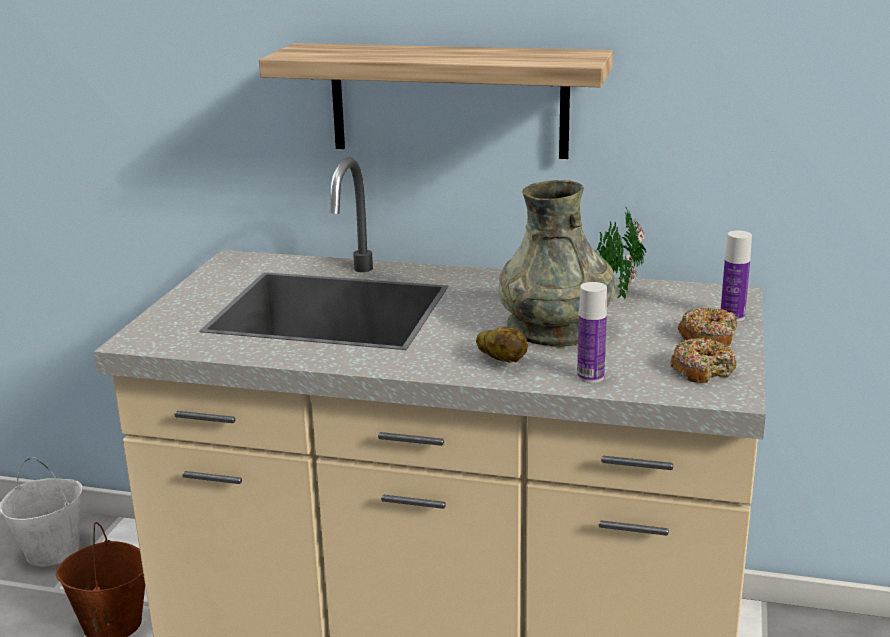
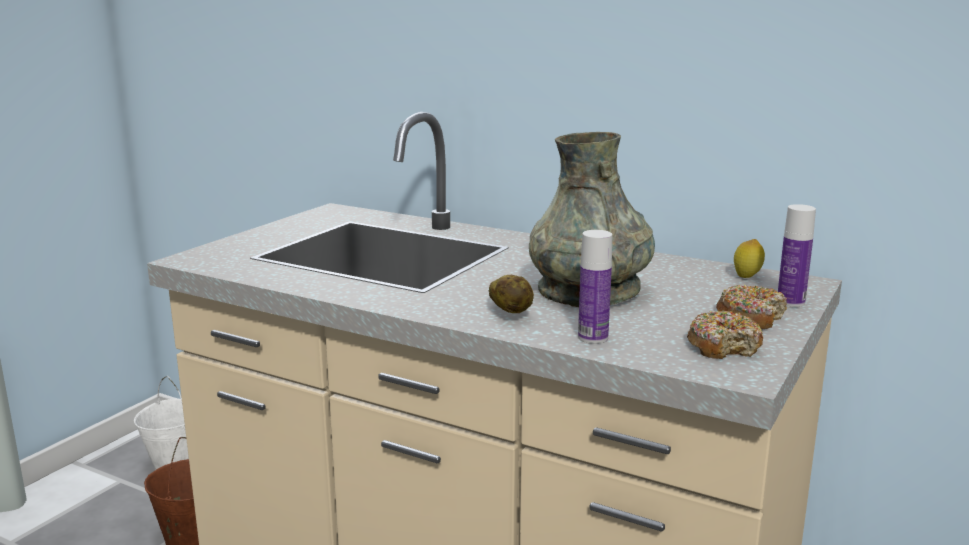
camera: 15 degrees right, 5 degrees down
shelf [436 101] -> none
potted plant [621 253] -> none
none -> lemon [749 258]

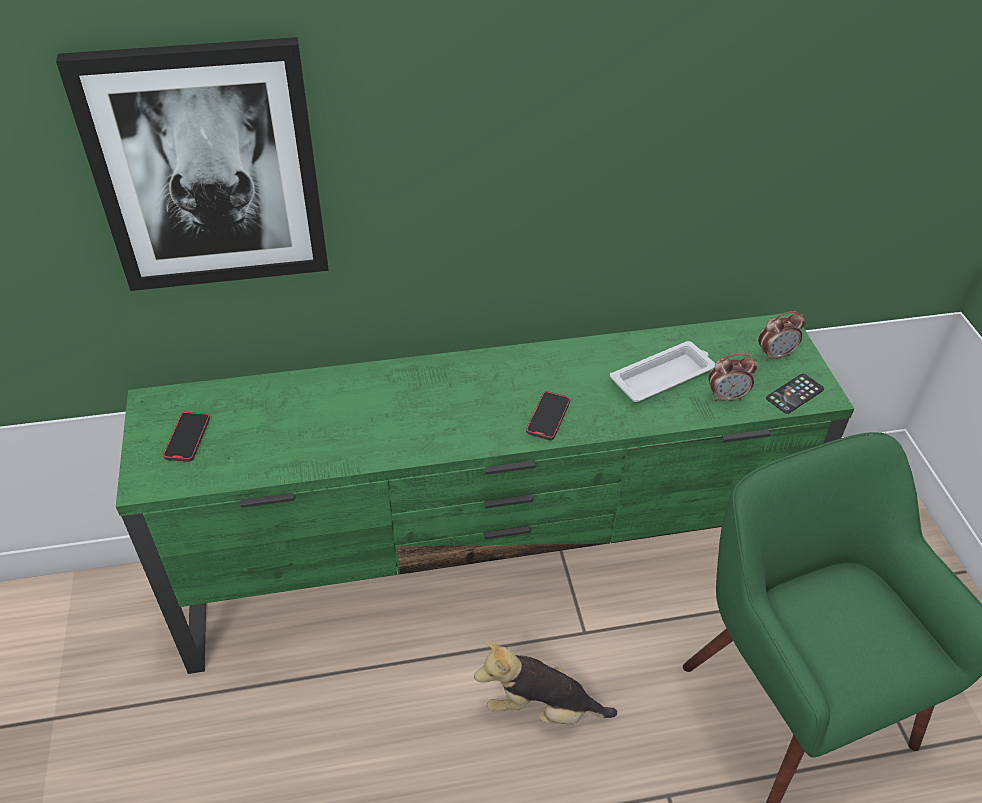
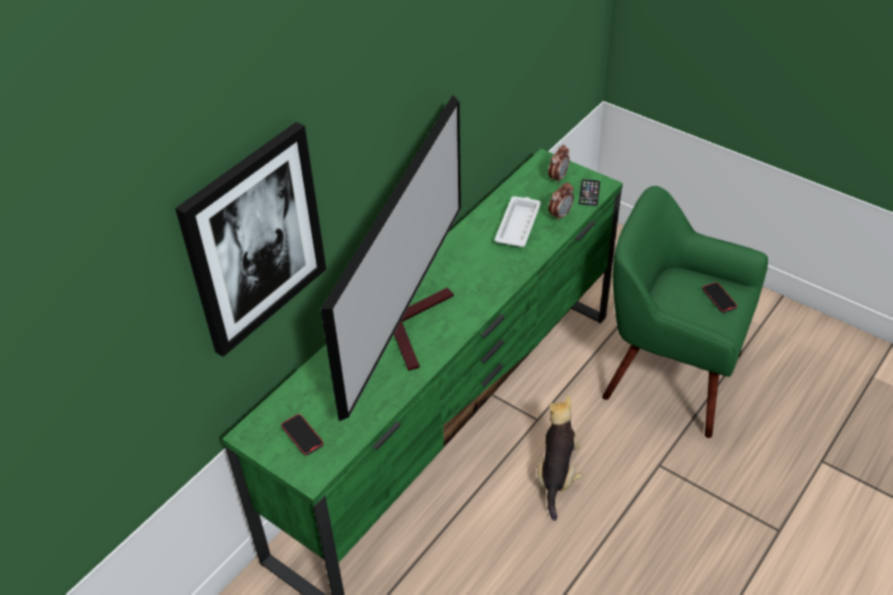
camera: 40 degrees left, 0 degrees up
plush toy [545 682] -> plush toy [560 458], 135 degrees clockwise
phone [548 415] -> phone [719 297], moved
none -> television [391 258]

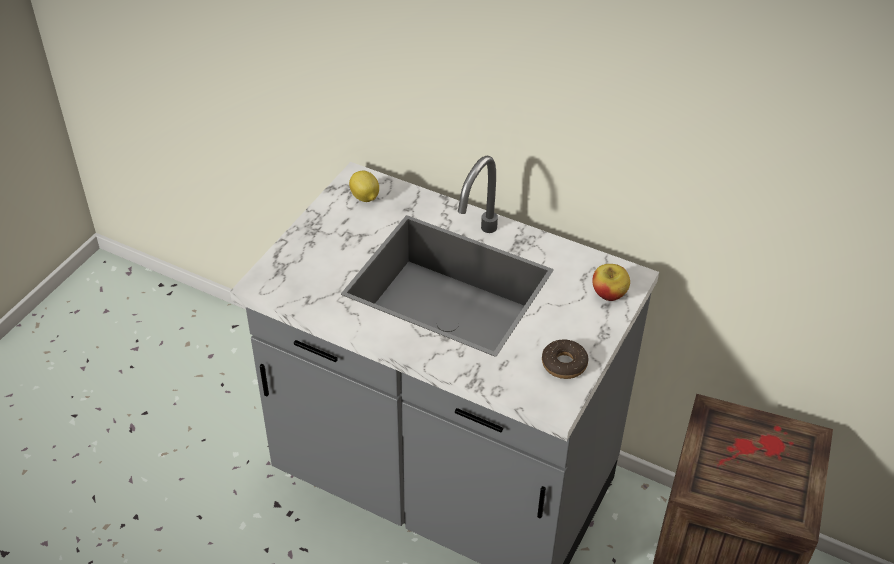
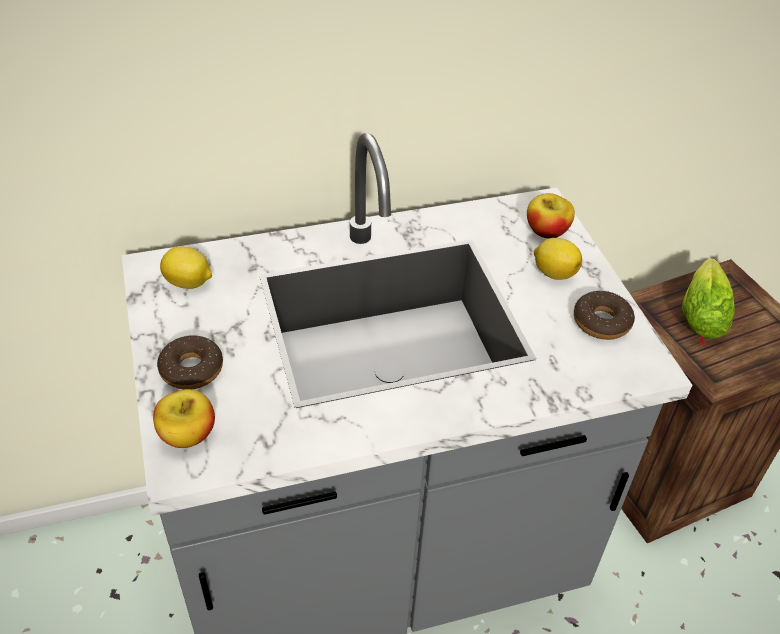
camera: 45 degrees left, 0 degrees up
none -> apple [184 418]
none -> donut [190 362]
none -> lemon [558 259]
none -> lettuce [708 298]

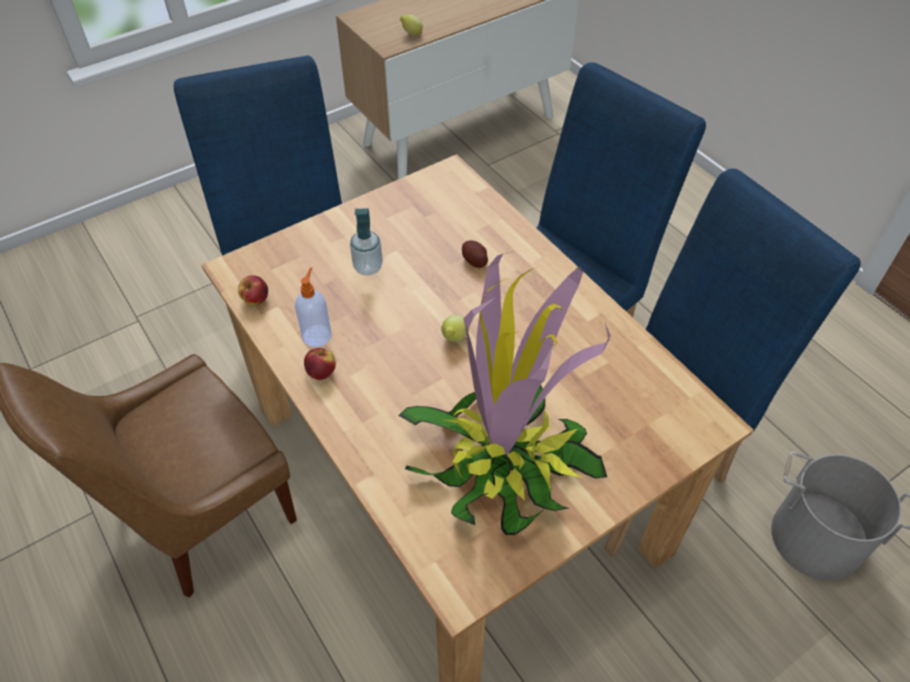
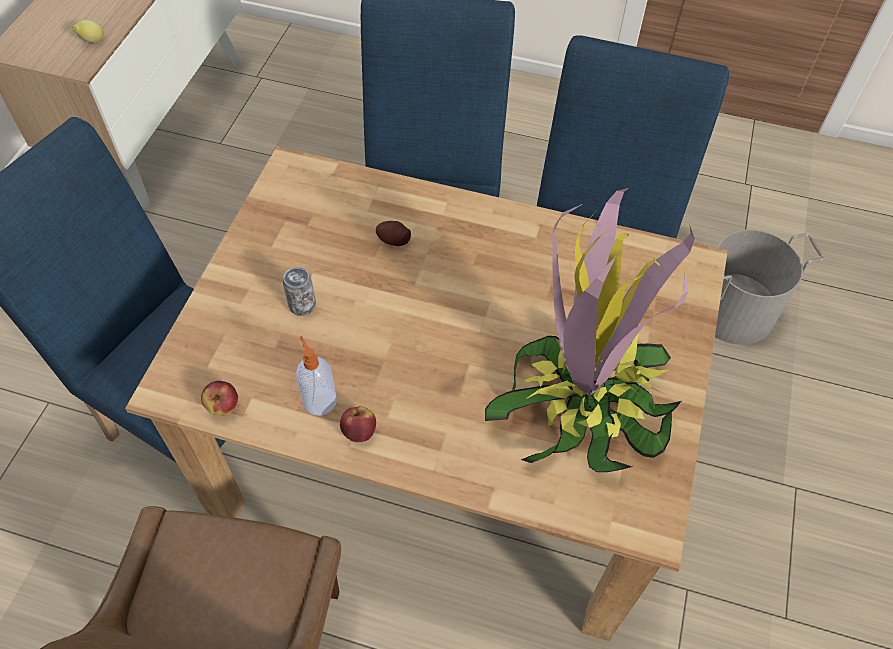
camera: 40 degrees left, 5 degrees up
soap dispenser [366 242] -> can [299 291]
lemon [455 328] -> none

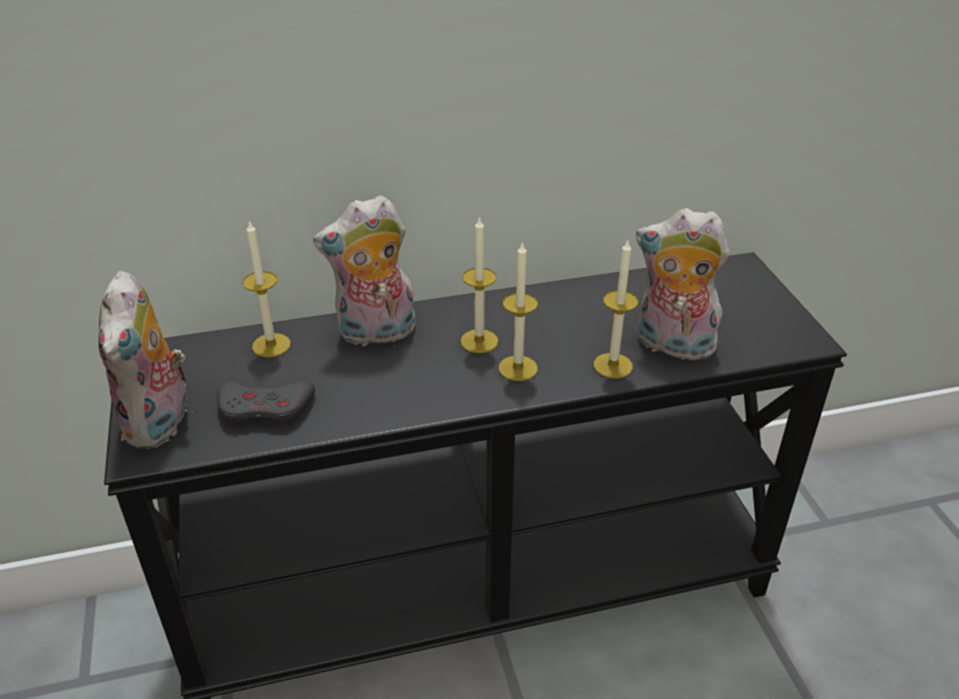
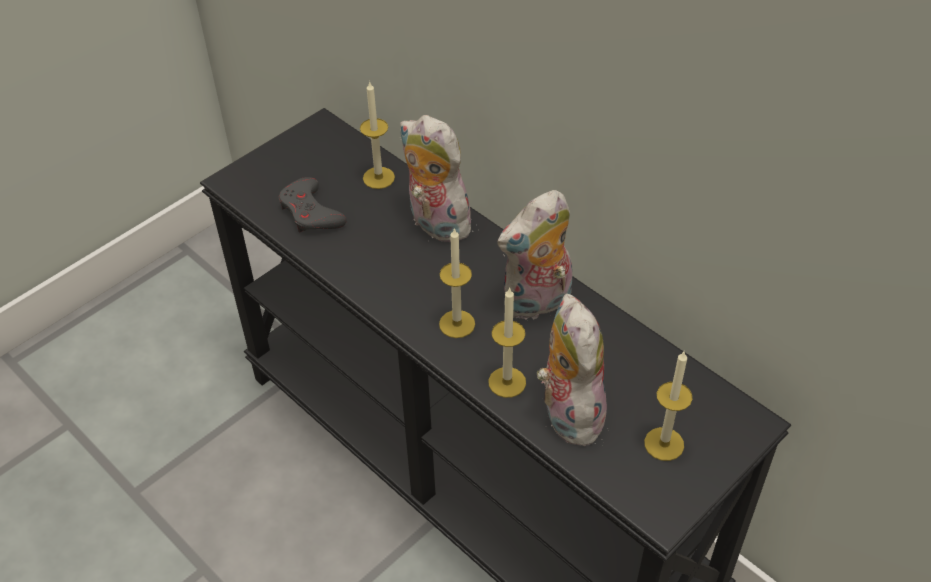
camera: 60 degrees right, 10 degrees up
plush toy [145 360] -> plush toy [534 255], moved
candle [479 284] -> candle [668 405], moved

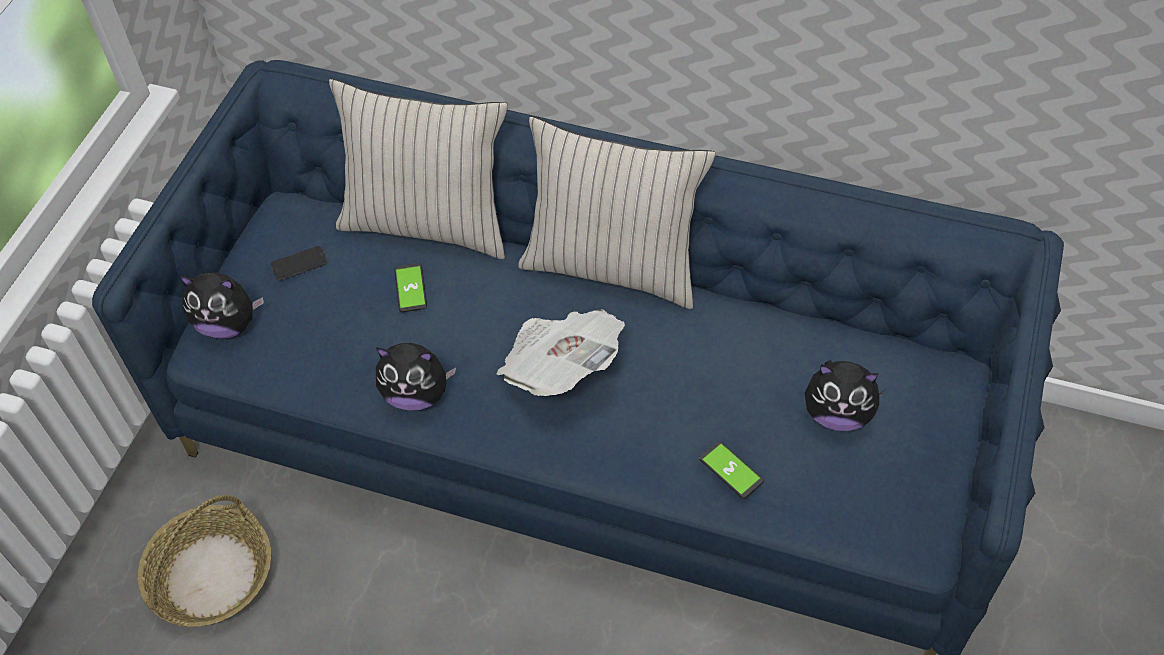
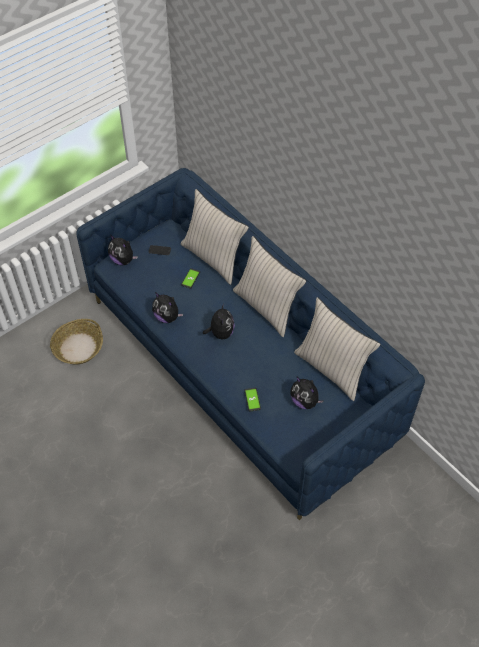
camera: 30 degrees right, 0 degrees up
newspaper [560 353] -> plush toy [219 322]
none -> beige pillow [337 349]

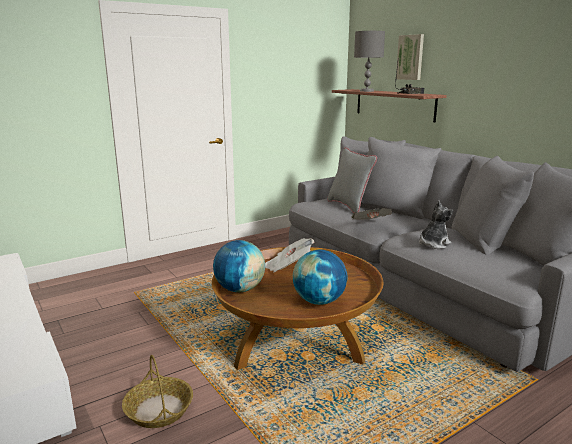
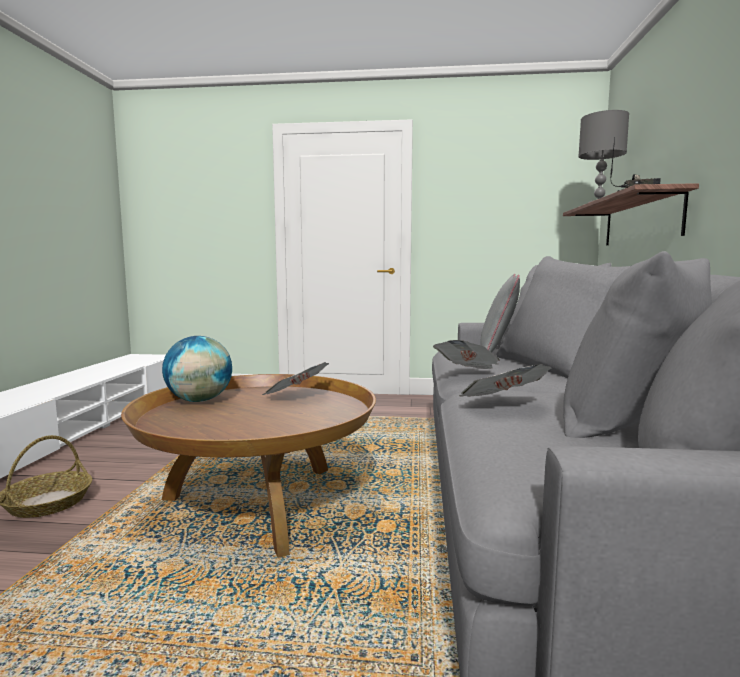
camera: 40 degrees right, 10 degrees down
globe [320 277] -> none
picture [410 57] -> none
plush toy [436 224] -> newspaper [505 380]

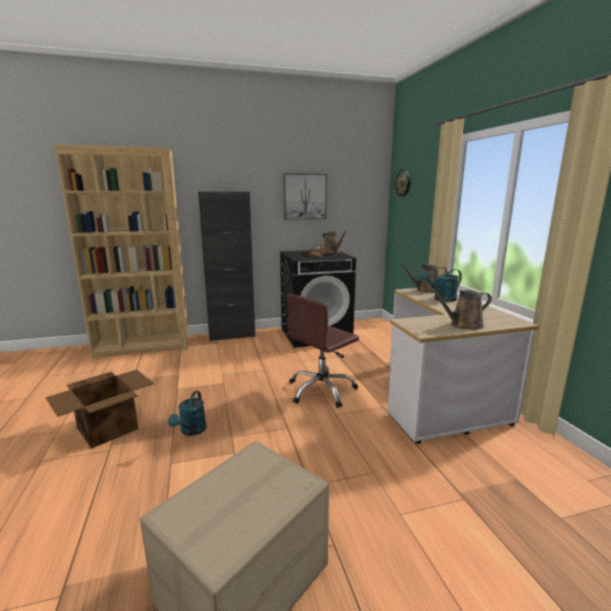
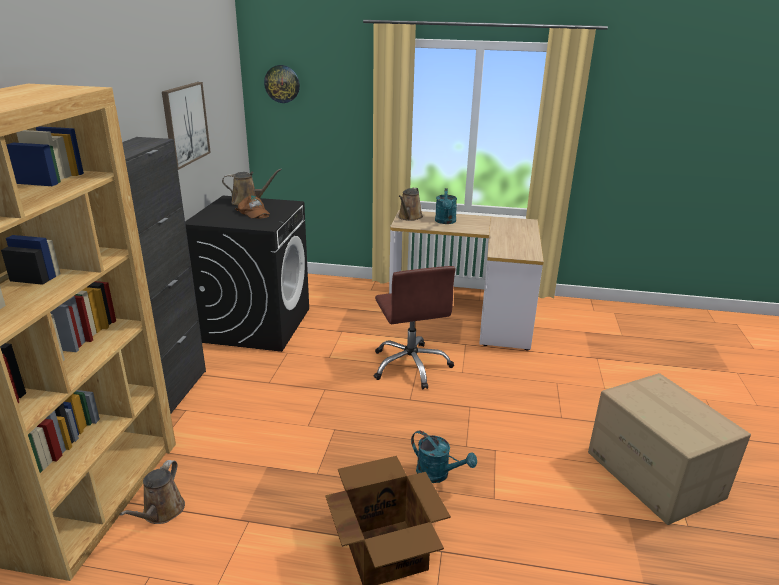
camera: 65 degrees left, 10 degrees up
brown watering can [461 309] -> brown watering can [152 492], moved

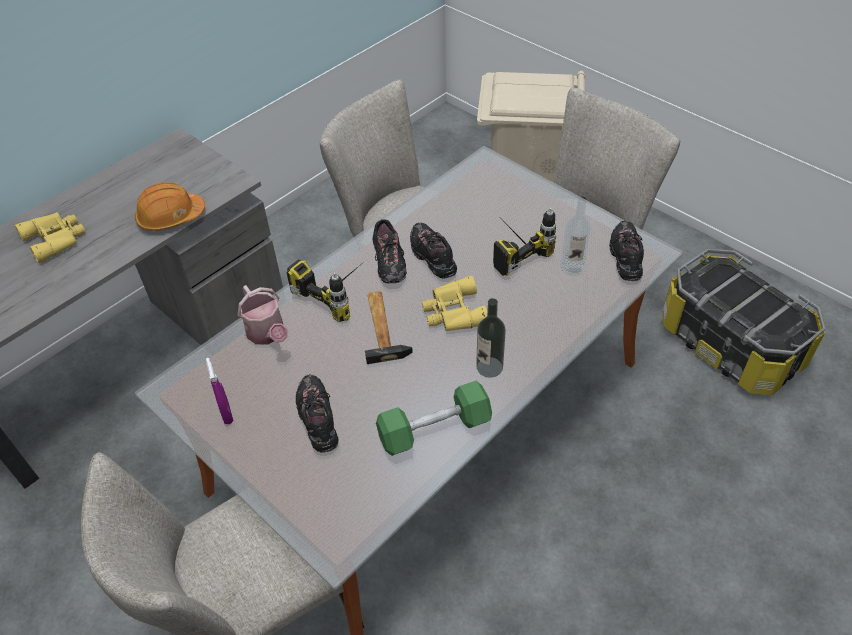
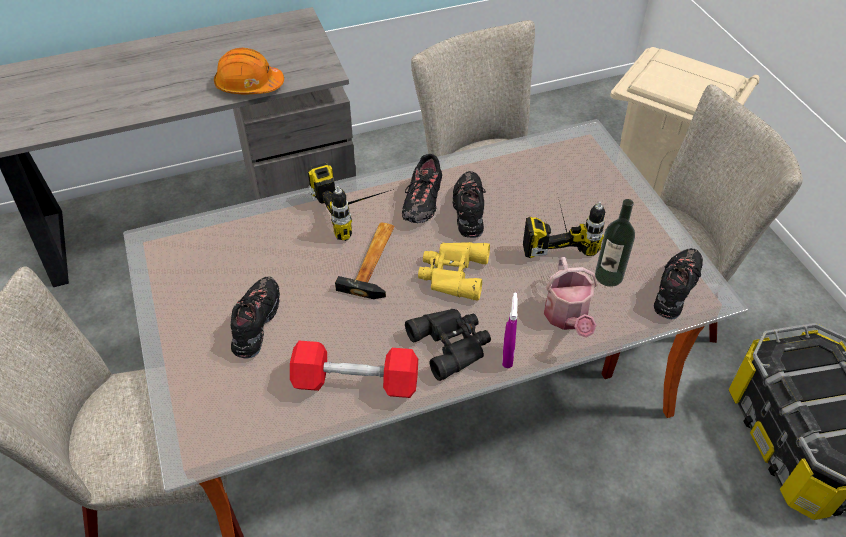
camera: 25 degrees right, 0 degrees up
yellow binoculars [50 237] -> none
purple spray bottle [219 391] -> purple spray bottle [510 330], moved
watering can [262 315] -> watering can [570 297], moved
green dumbbell [434 418] -> red dumbbell [354 369]
bottle [491 338] -> black binoculars [448 345]

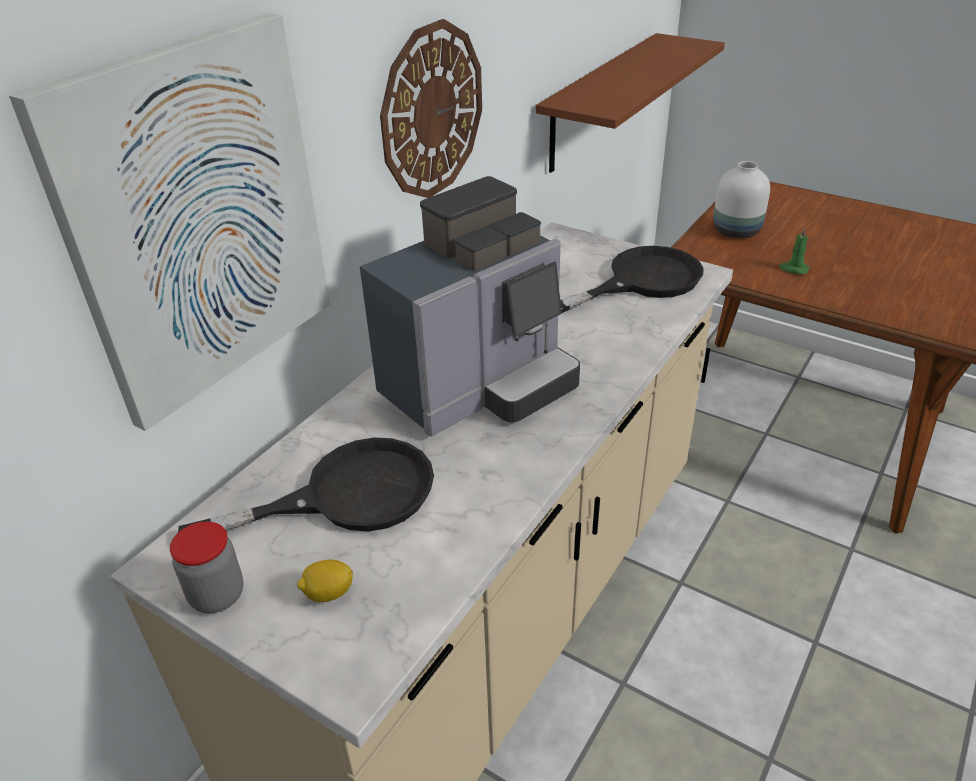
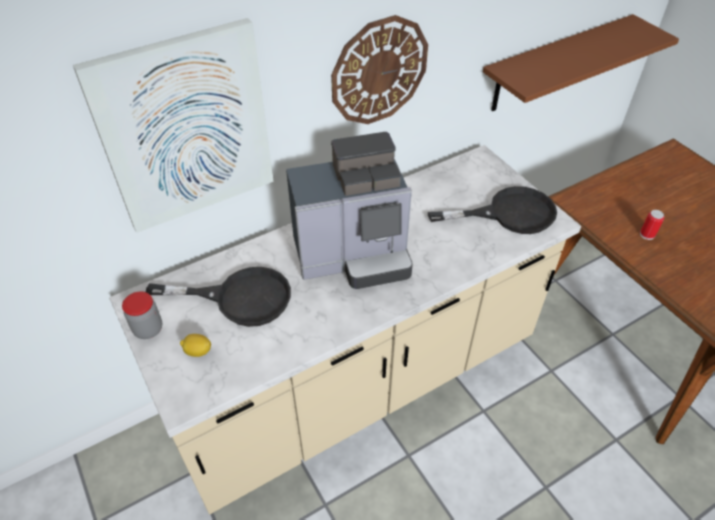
camera: 25 degrees right, 10 degrees up
white vase [741 199] -> none
green candle [794 250] -> can [652 225]

